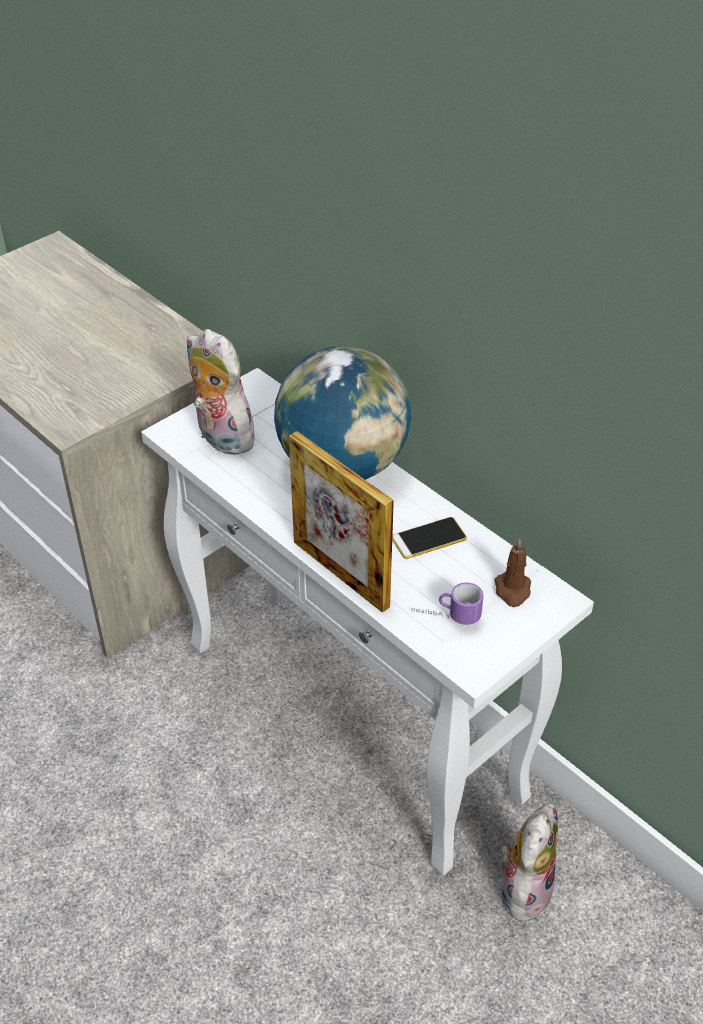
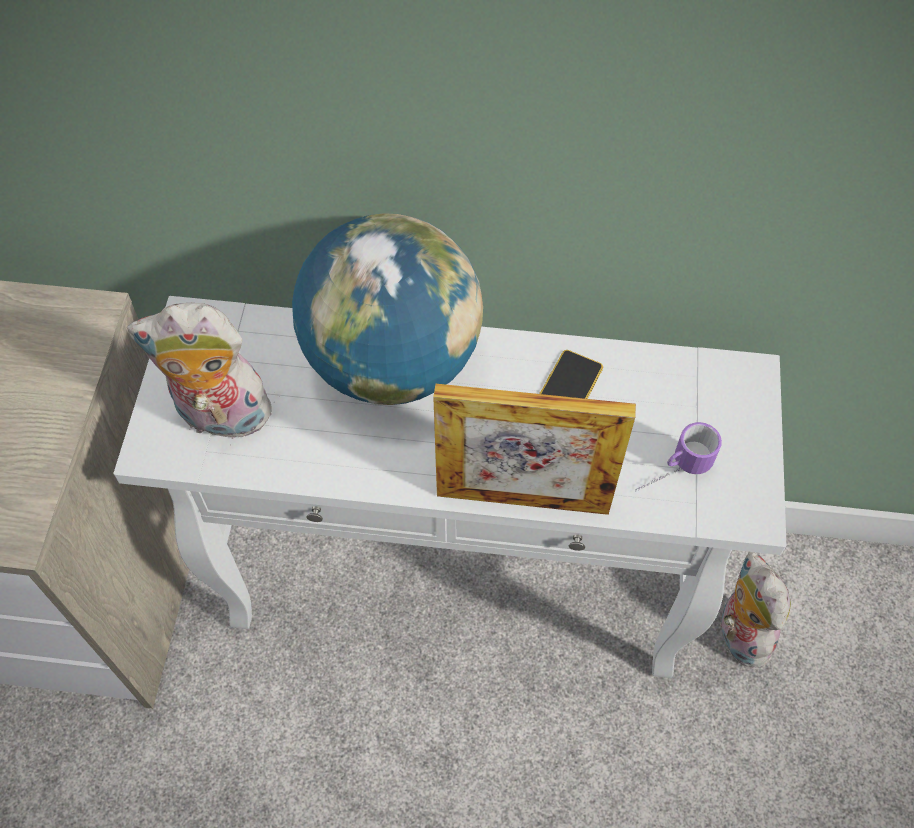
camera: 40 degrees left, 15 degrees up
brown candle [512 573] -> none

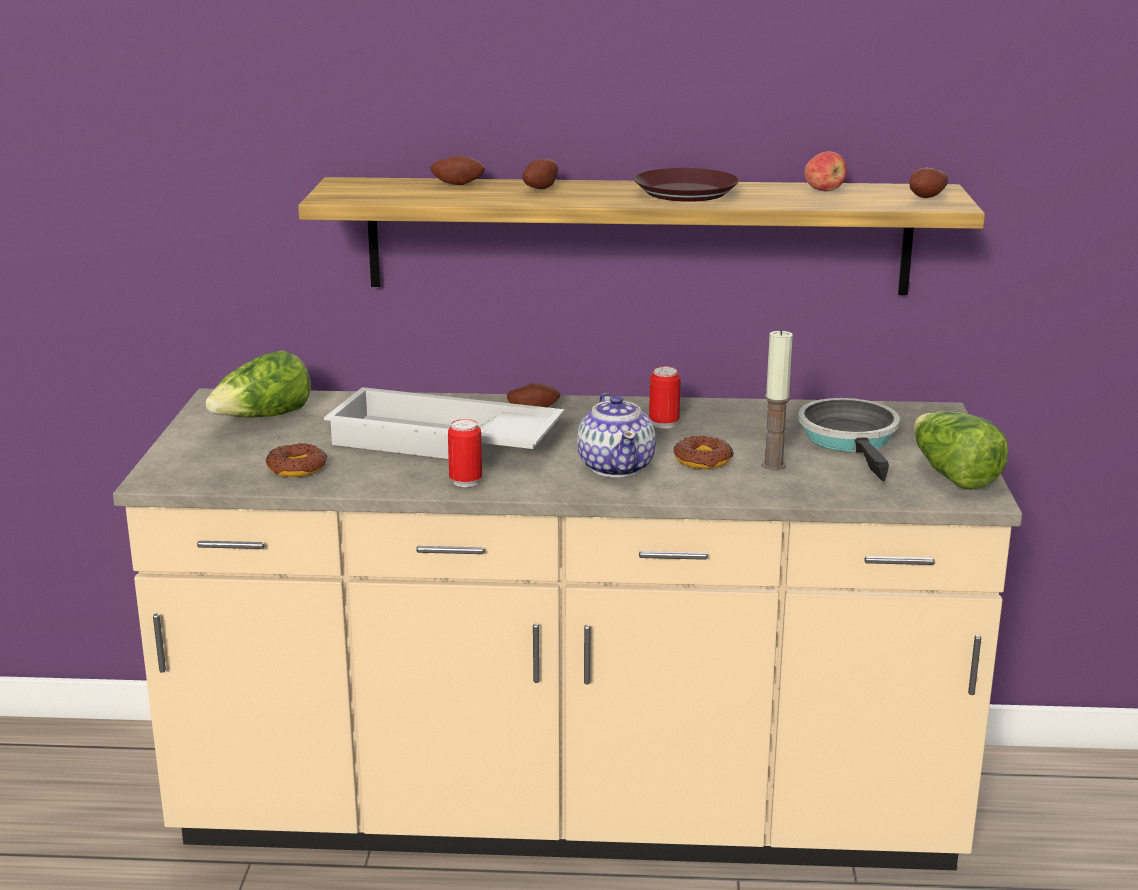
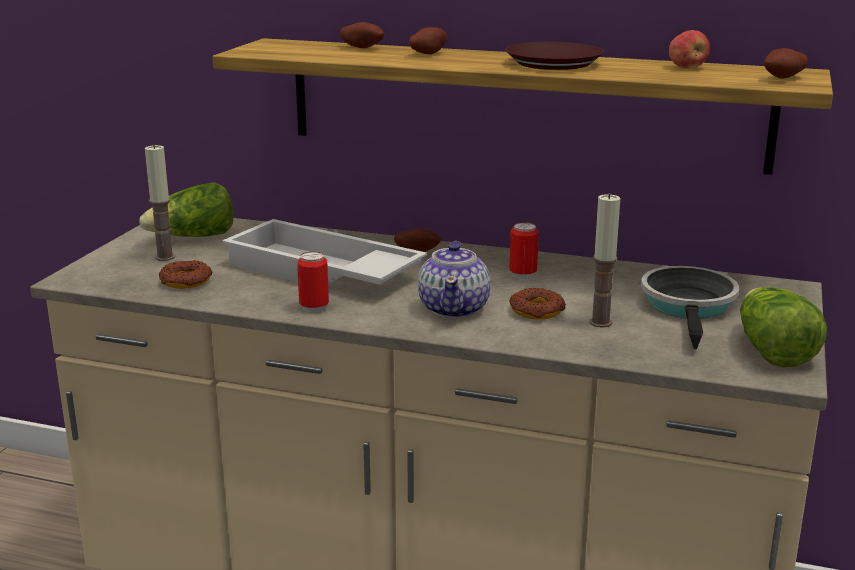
camera: 15 degrees right, 0 degrees up
none -> candle [160 202]

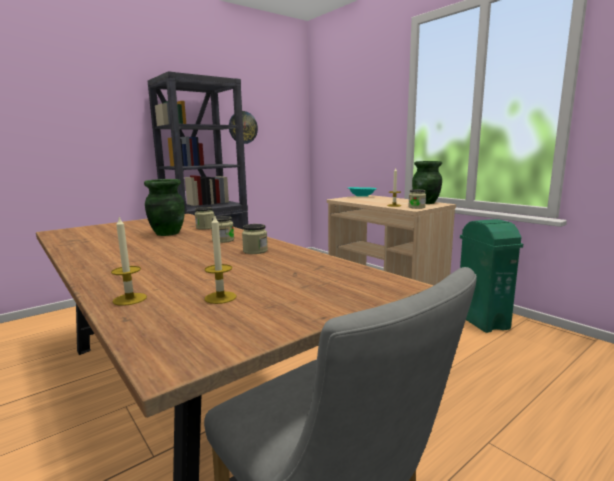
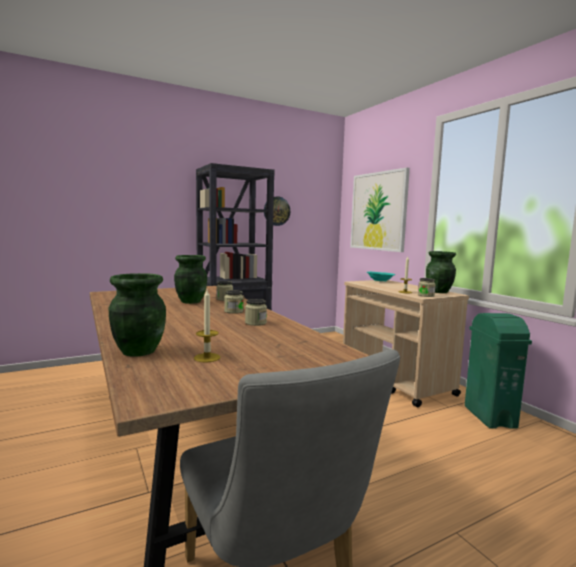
camera: 10 degrees right, 5 degrees down
candle [129 261] -> green vase [137 315]
none -> picture [380 209]

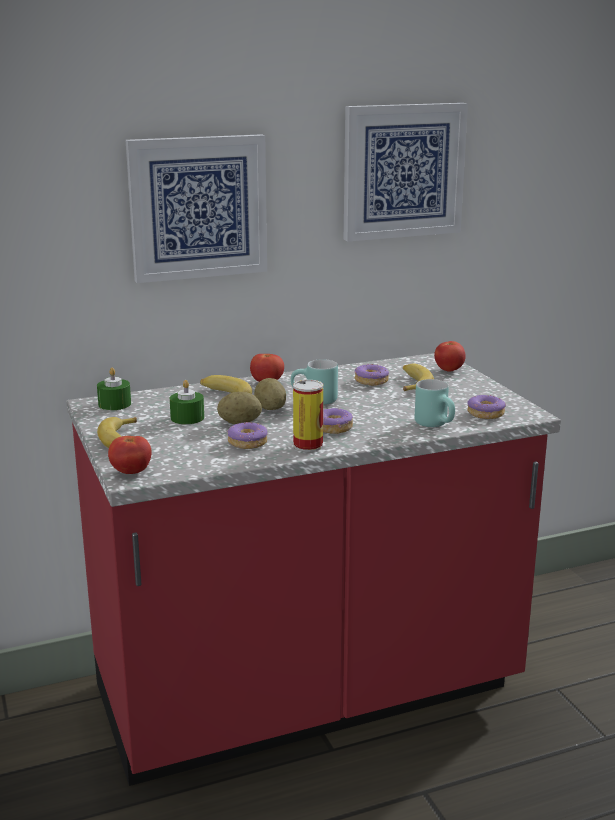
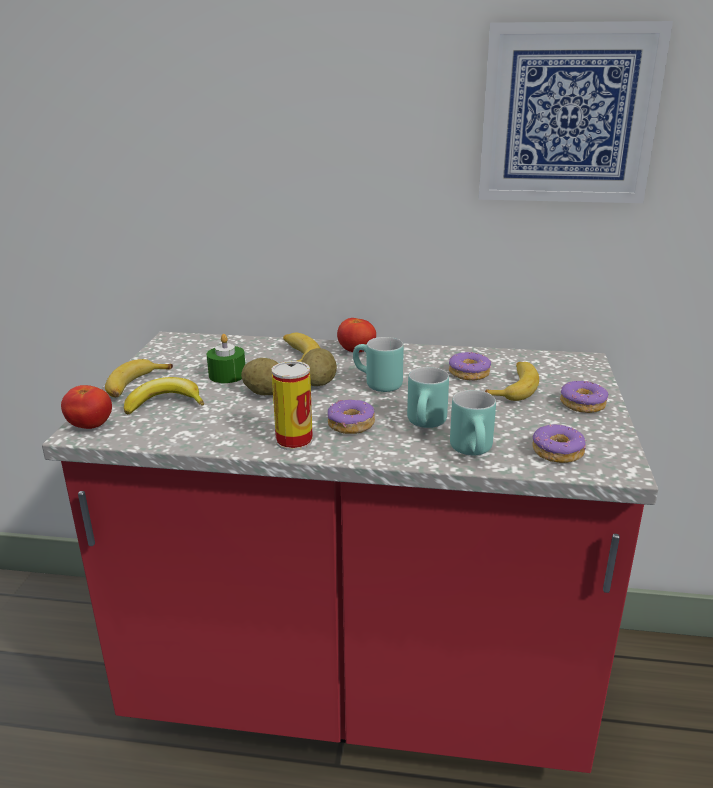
camera: 30 degrees right, 5 degrees up
green candle [114 388] -> none
picture [196 208] -> none
donut [247 435] -> donut [584 397], moved
tomato [450 356] -> none
none -> banana [164 395]
none -> turquoise mug [428 397]

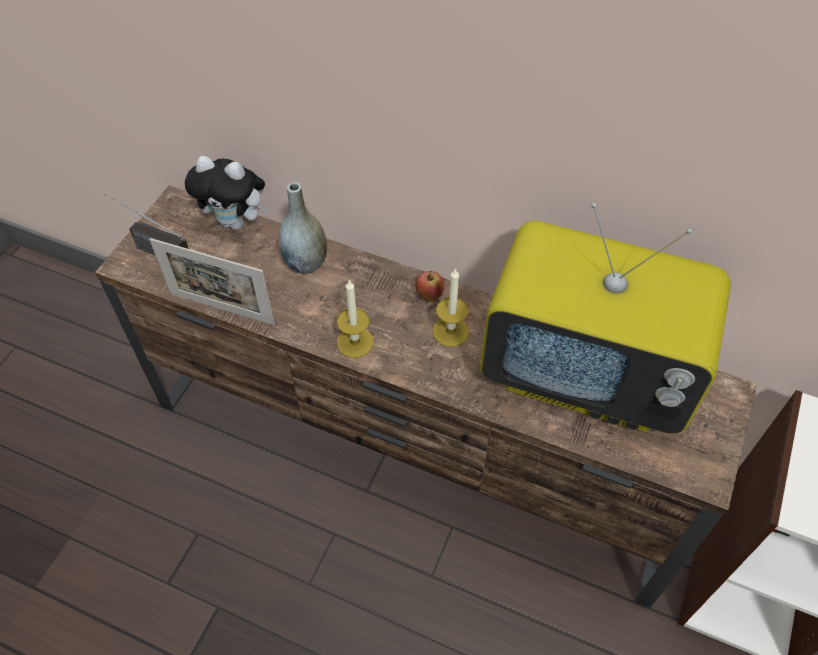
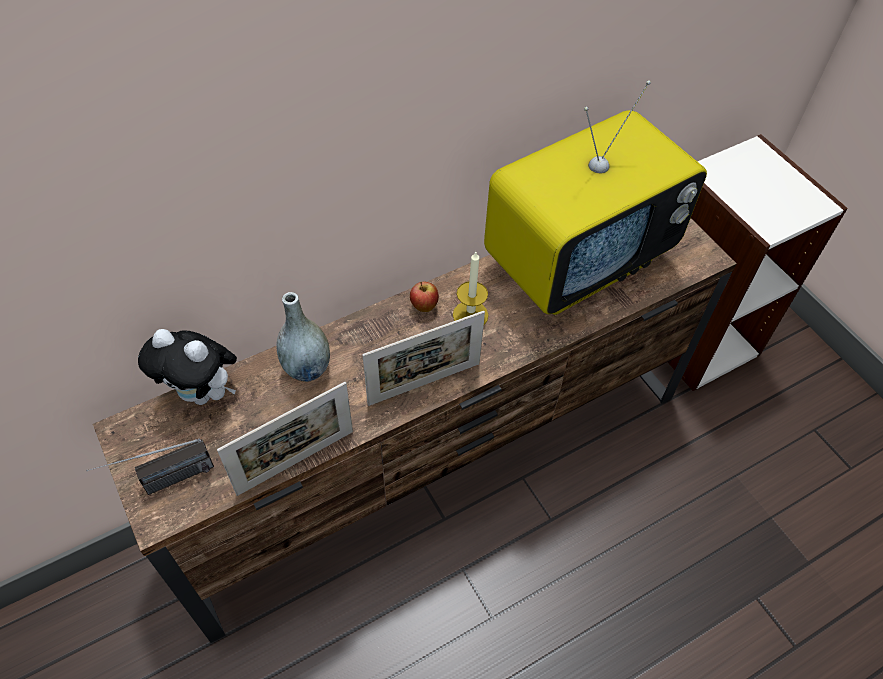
camera: 55 degrees left, 0 degrees up
plush toy [226 193] -> plush toy [187 367], 60 degrees clockwise
candle [355 318] -> picture frame [424 358]

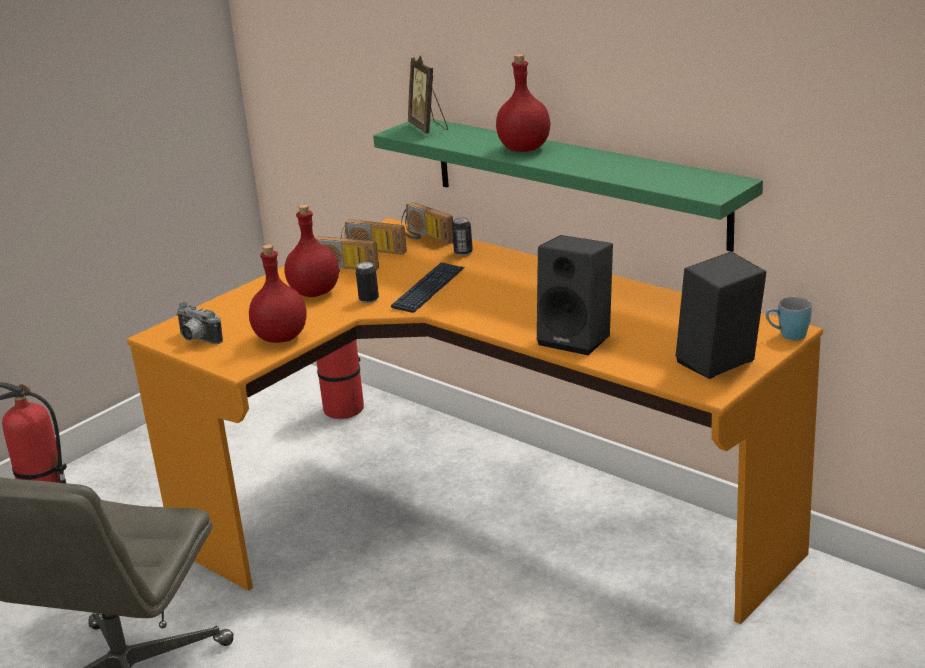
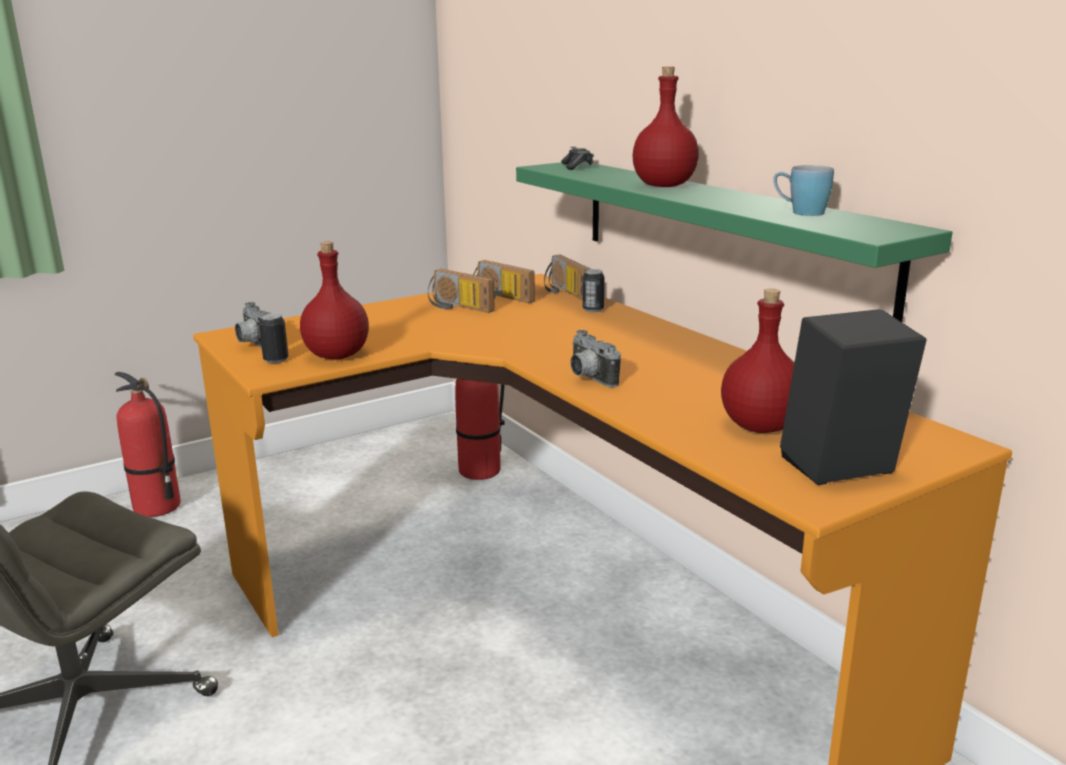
camera: 15 degrees right, 5 degrees down
red bottle [311 250] -> red bottle [758 361], moved
can [367 282] -> can [274 338], moved
keyboard [427 287] -> none
picture frame [428 94] -> game controller [577 158]
black speaker [575 295] -> none
blue mug [789 318] -> blue mug [803 190], moved
none -> photo camera [595 358]

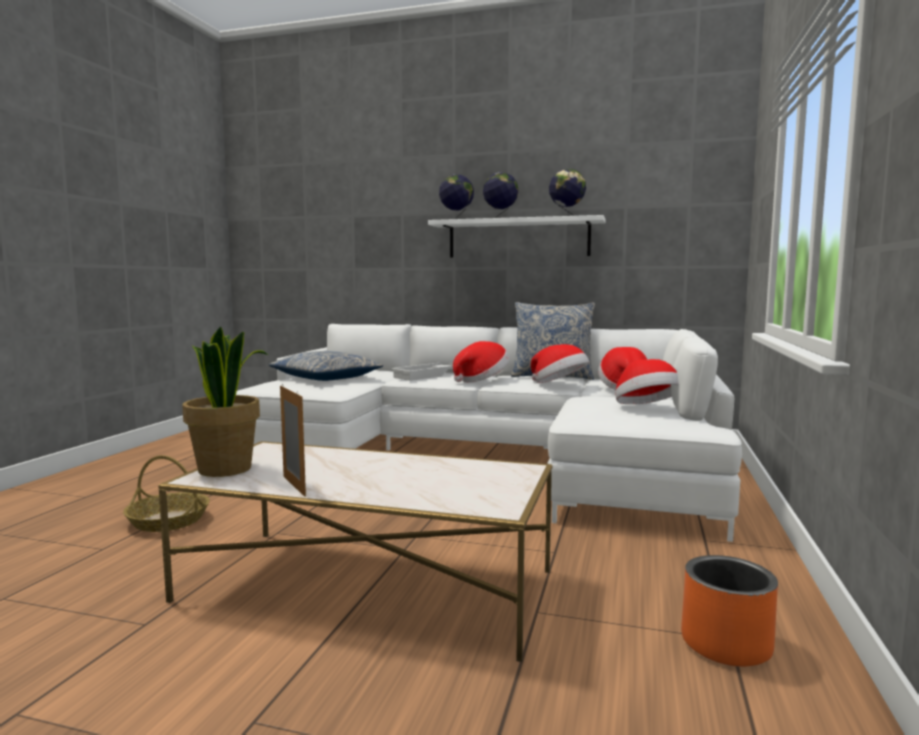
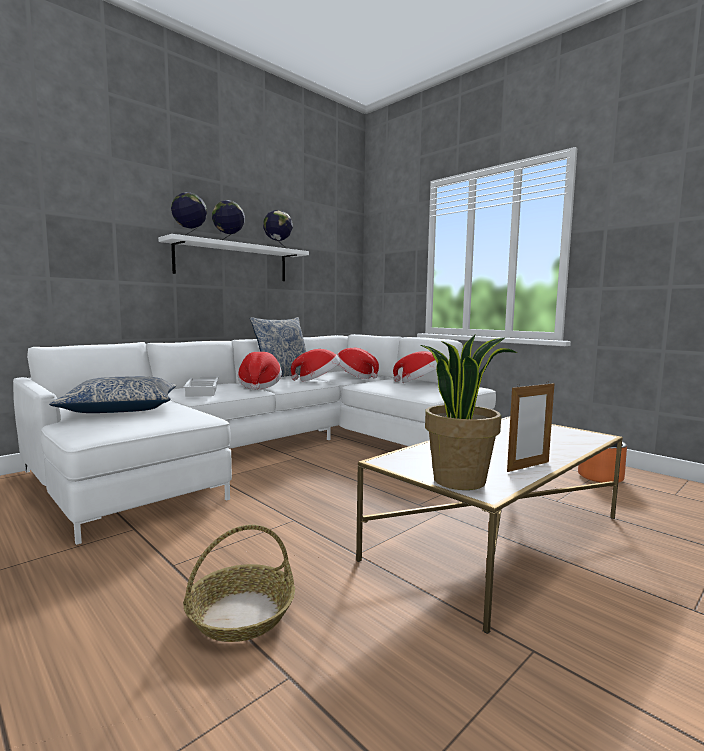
camera: 60 degrees left, 0 degrees up
picture frame [293 441] -> picture frame [531 426], 150 degrees clockwise

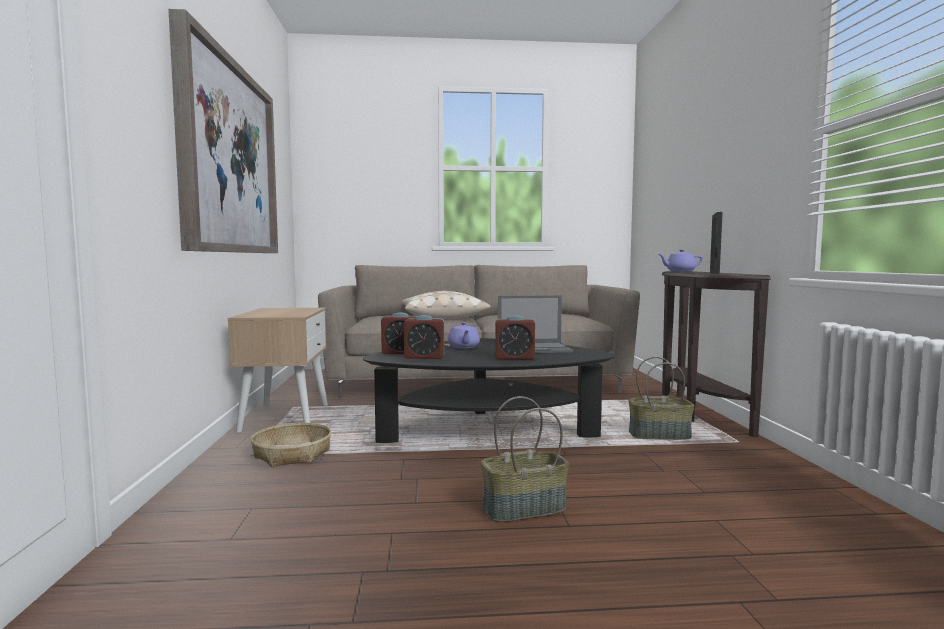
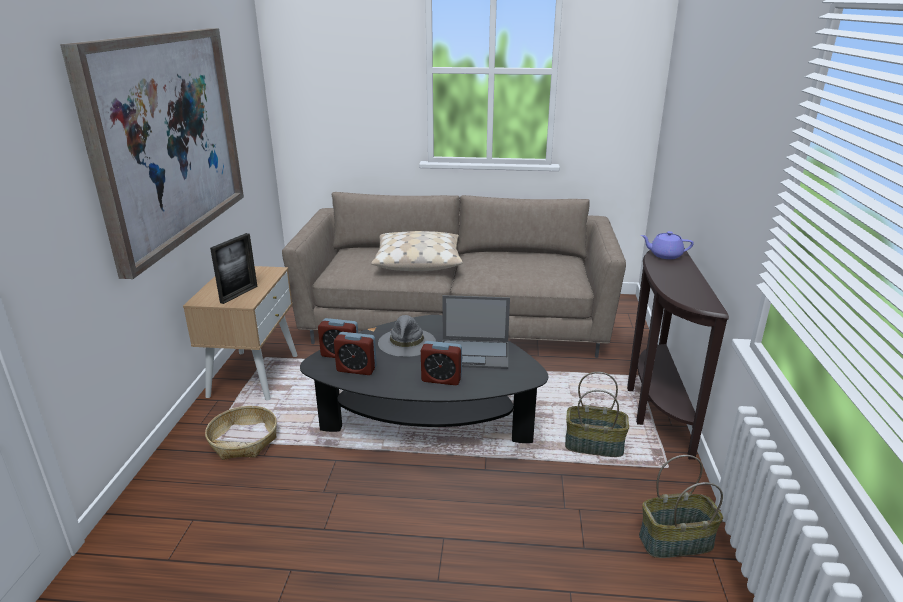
camera: 10 degrees right, 20 degrees up
purple teapot [463 335] -> grey hat [407 336]
basket [525 459] -> basket [681 506], moved
picture frame [716 243] -> picture frame [233 268], moved

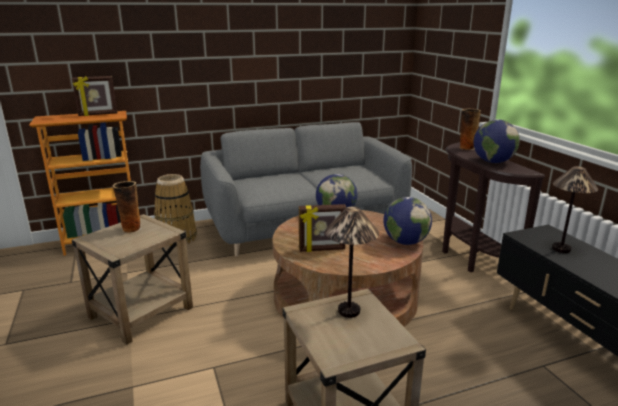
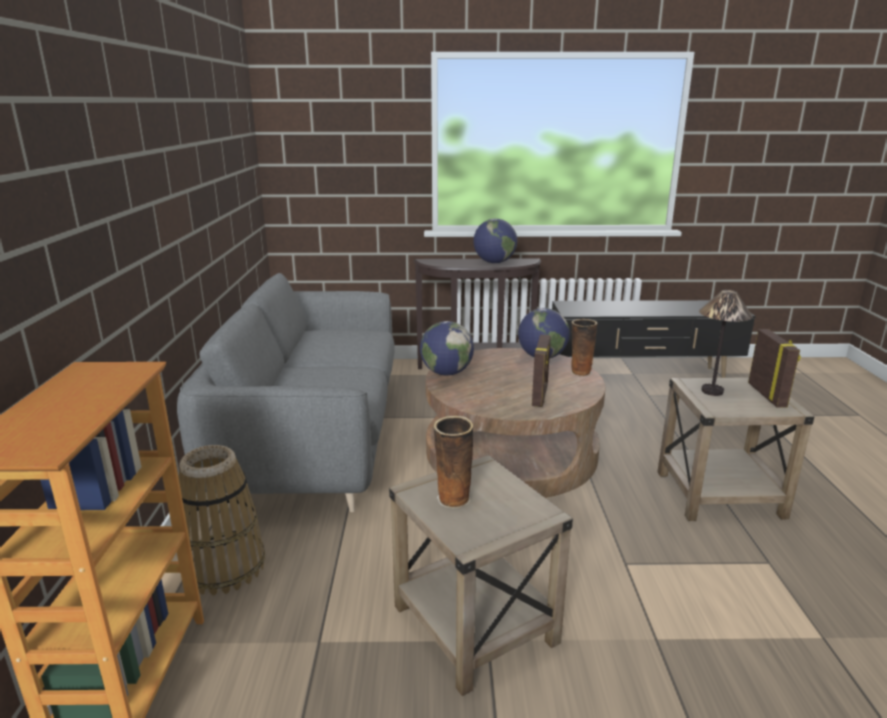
camera: 70 degrees left, 0 degrees up
picture frame [94 96] -> picture frame [774 368], moved
vase [470 129] -> vase [584 347], moved
table lamp [575 209] -> none

